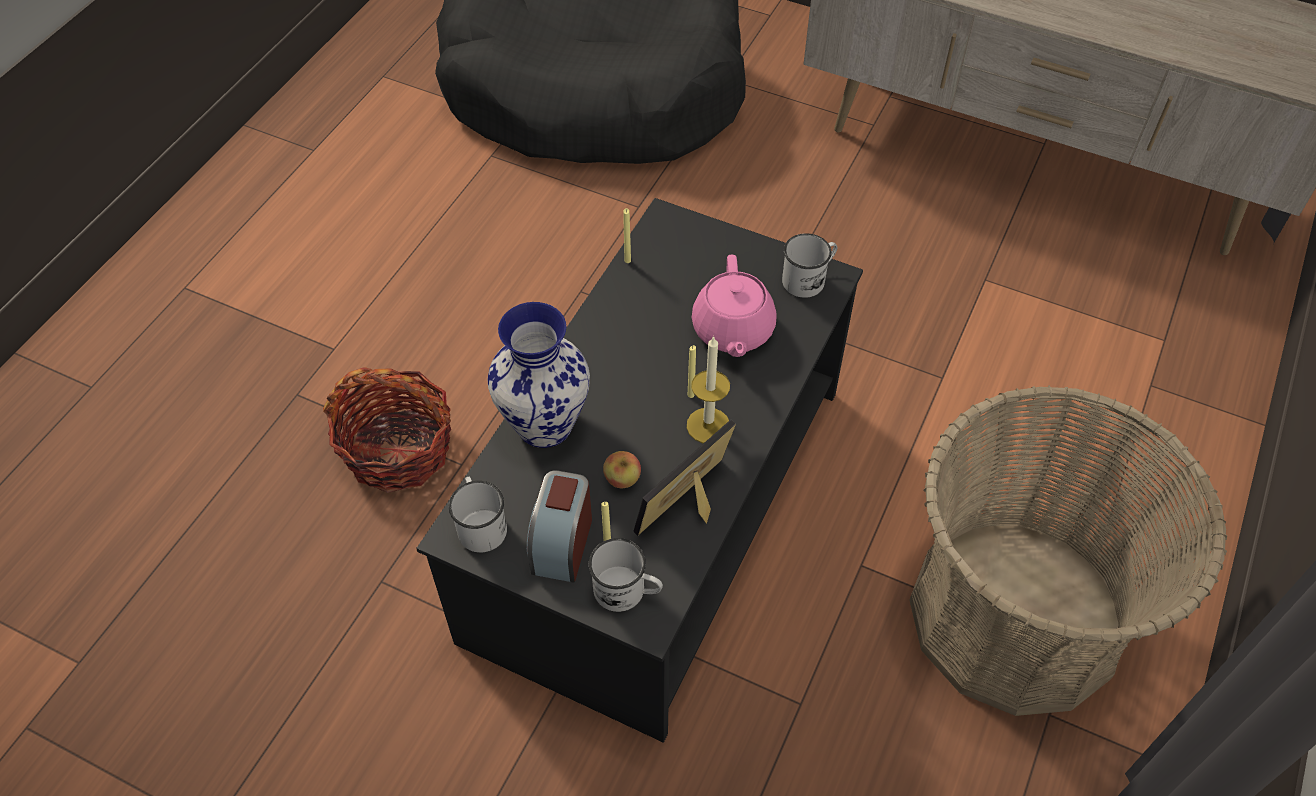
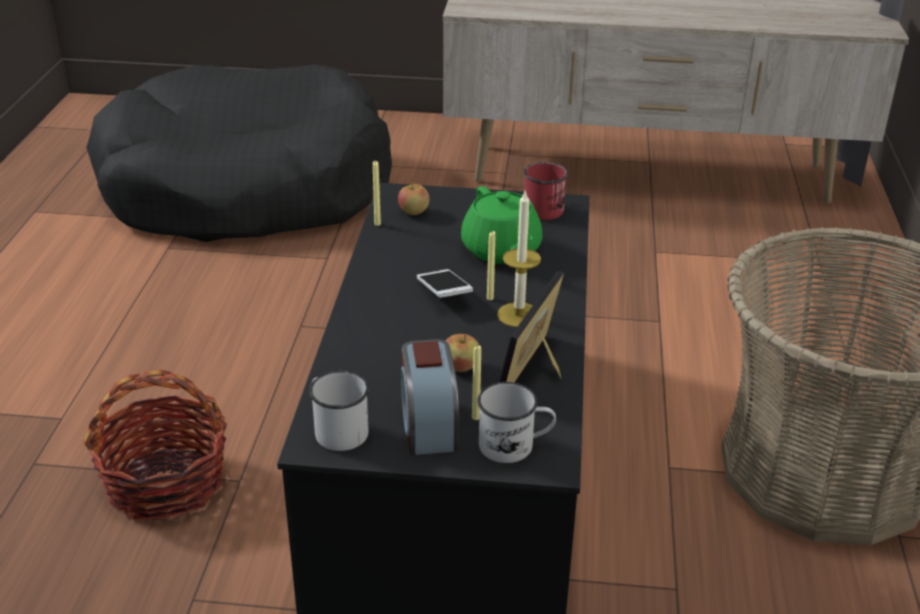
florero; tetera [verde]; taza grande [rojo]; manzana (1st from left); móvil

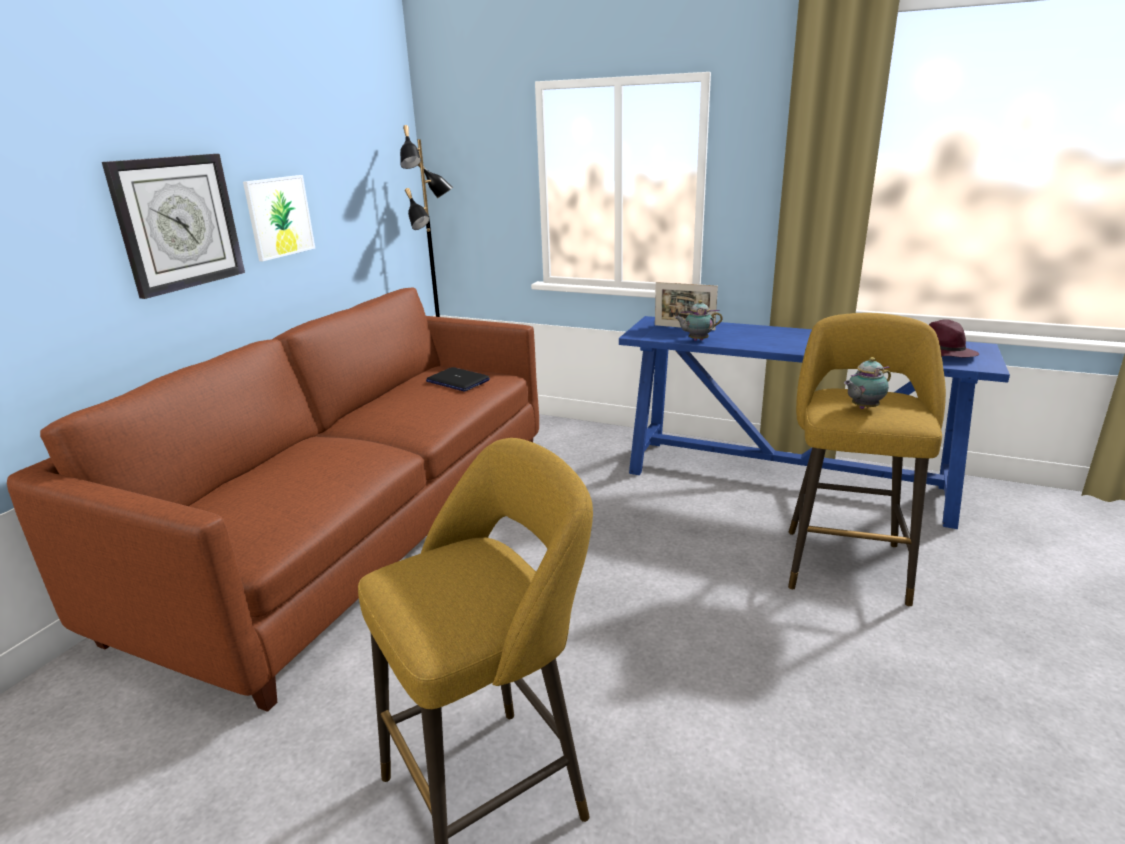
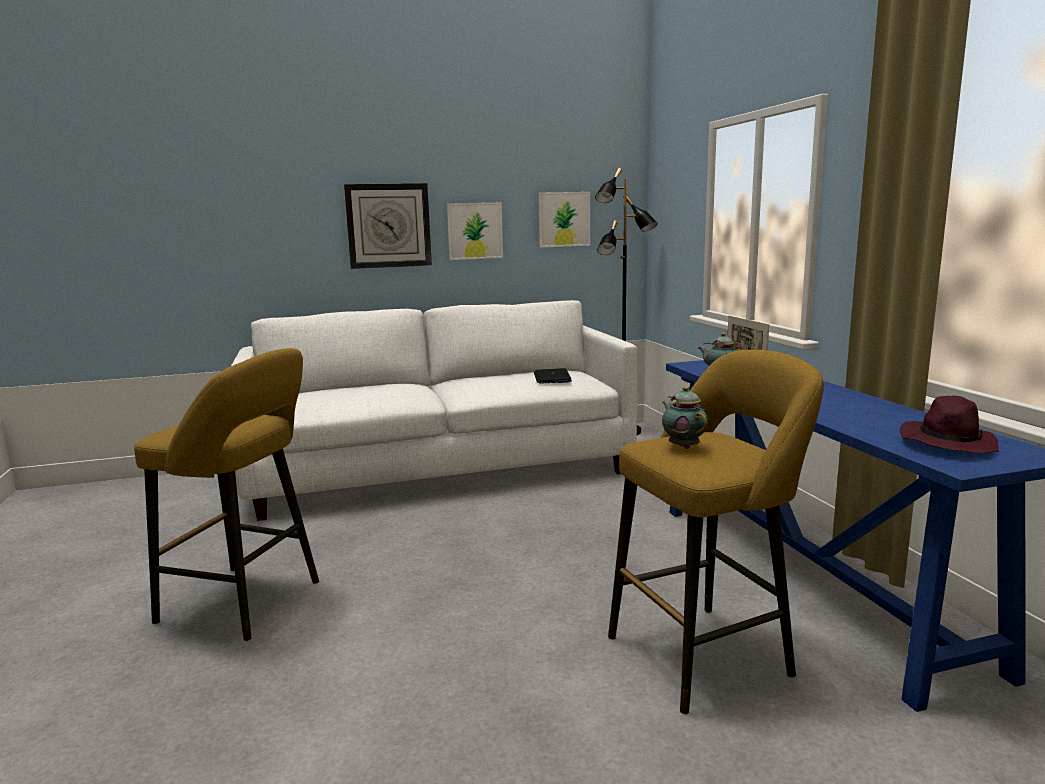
sofá [blanco]; tetera (1st from left); cuadro (2nd from left)

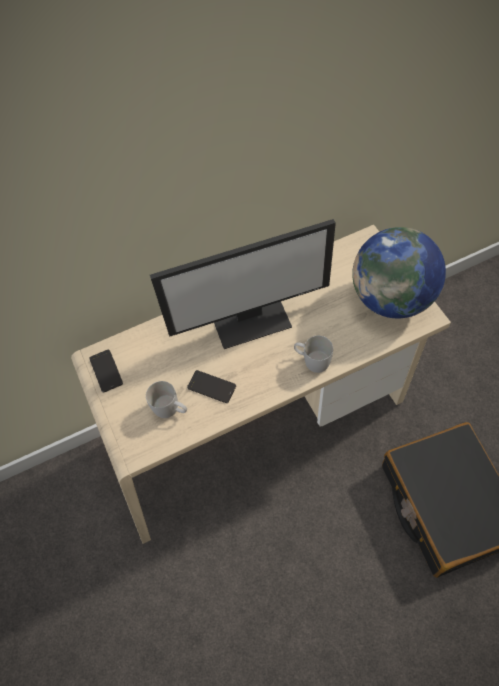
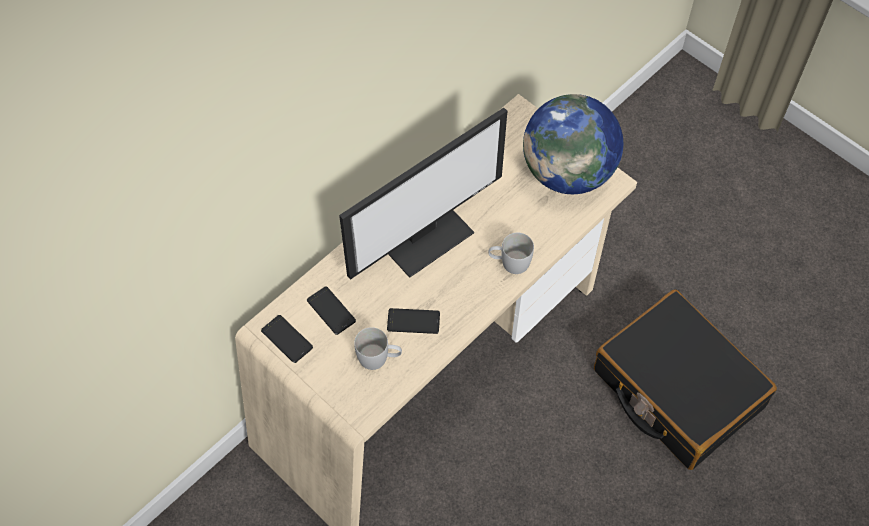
móvil (2nd from left)

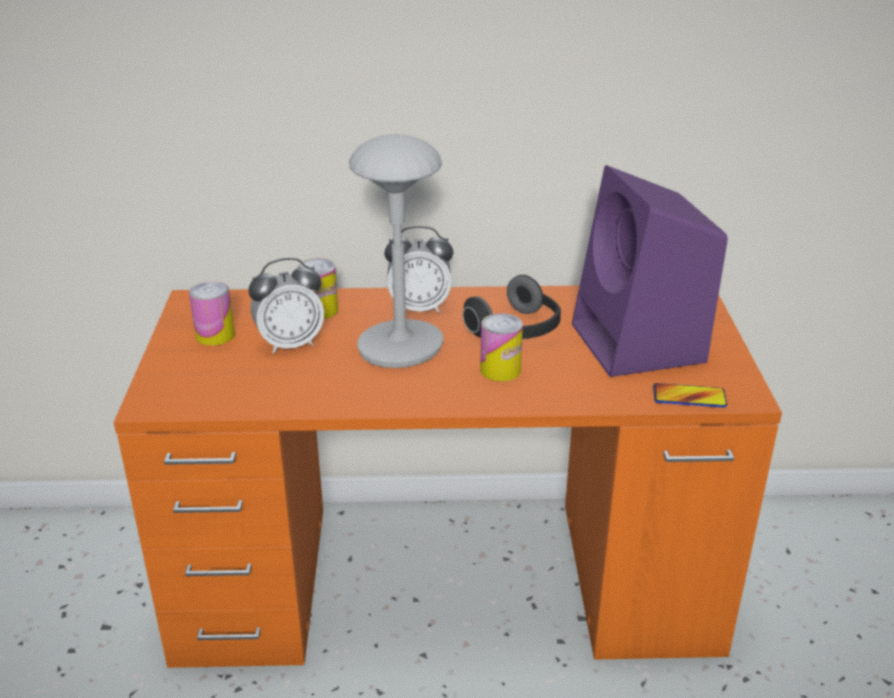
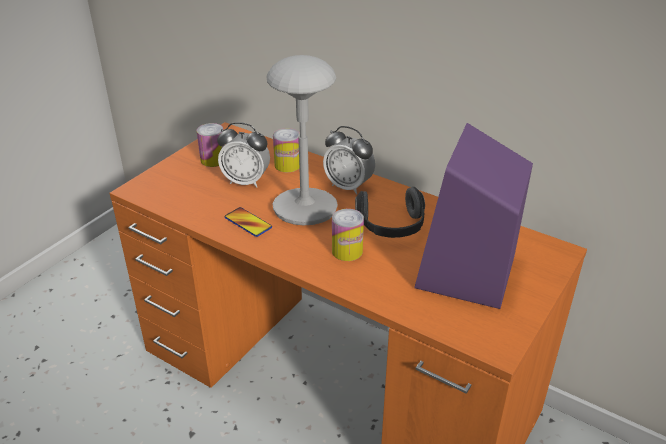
móvil

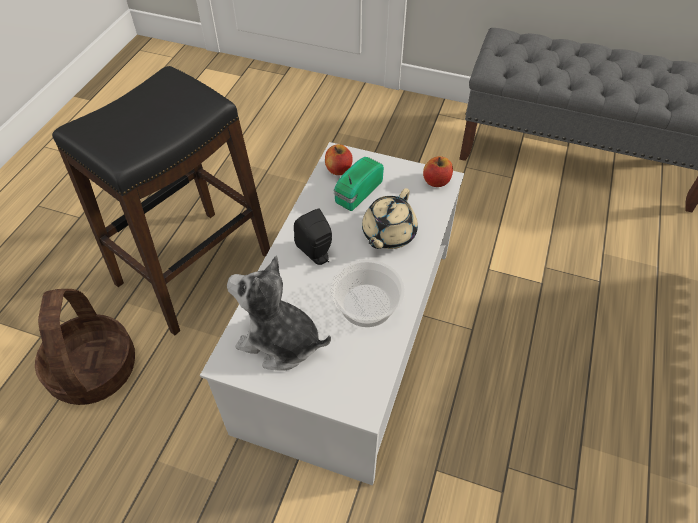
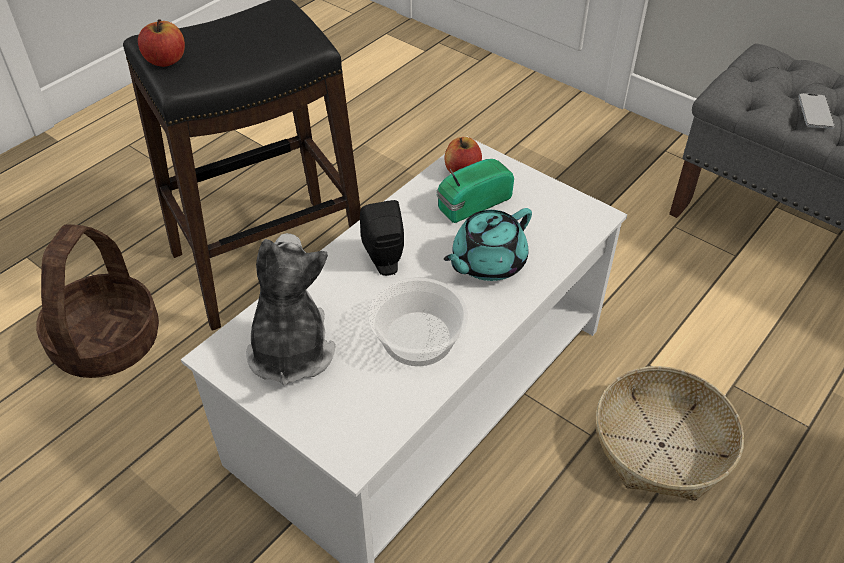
peluche; tetera [turquesa]; manzana (1st from left); cesta (2nd from left); móvil

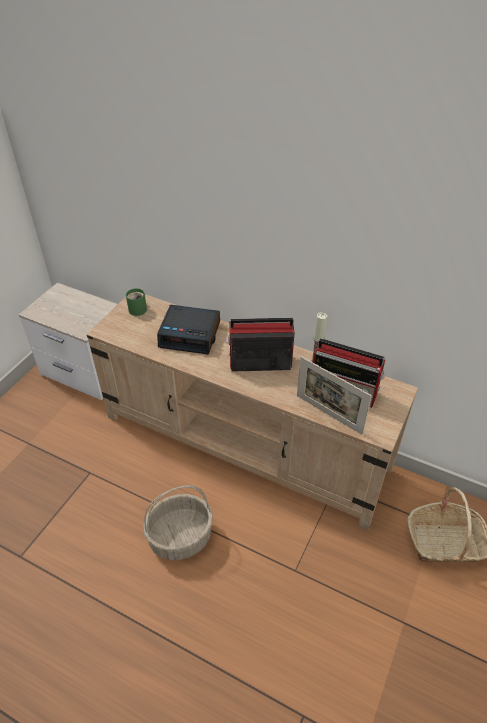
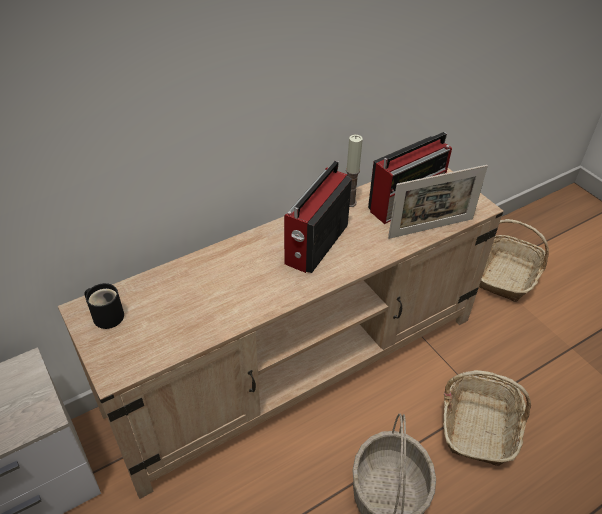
taza grande [negro]; despertador; cesta (2nd from left)

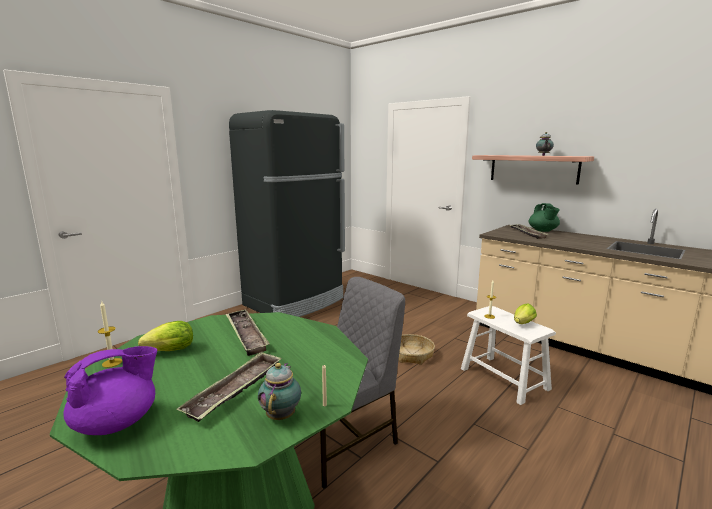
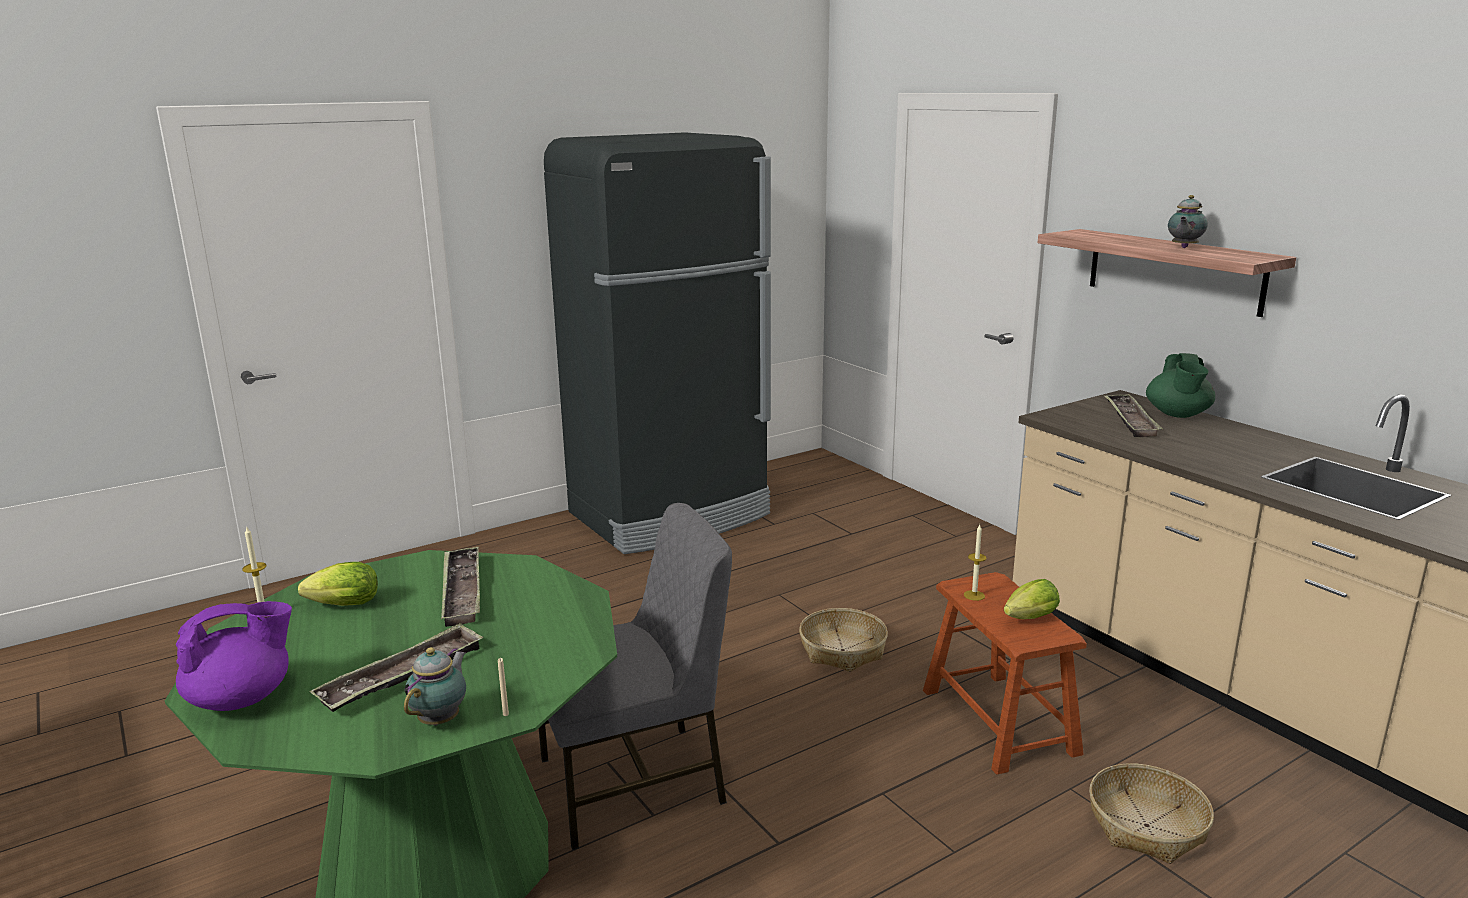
taburete [marrón]; cesta (2nd from left)

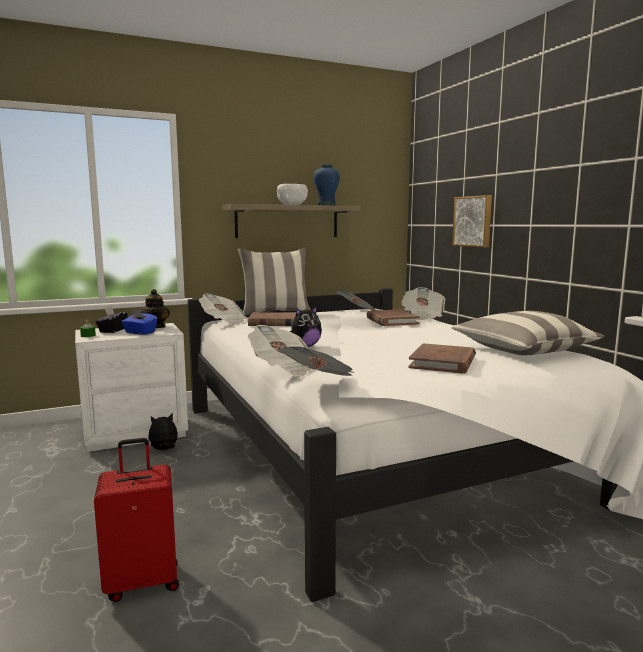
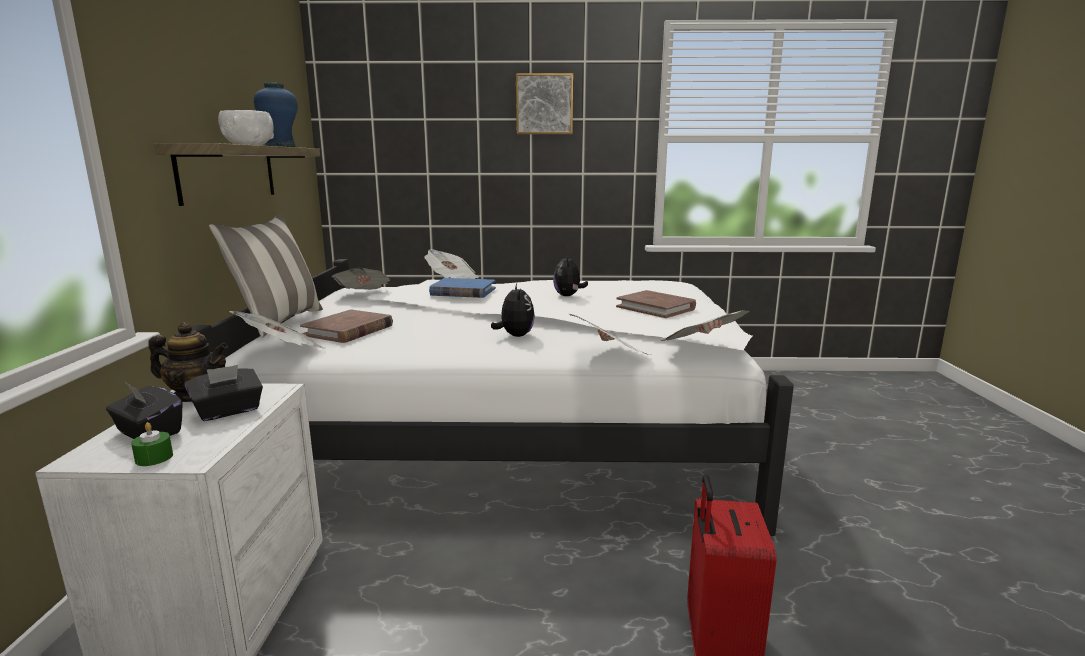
caja de pañuelos [negro] (2nd from left); peluche (2nd from left); libro [azul]; cojín (2nd from left in the first image); cuadro

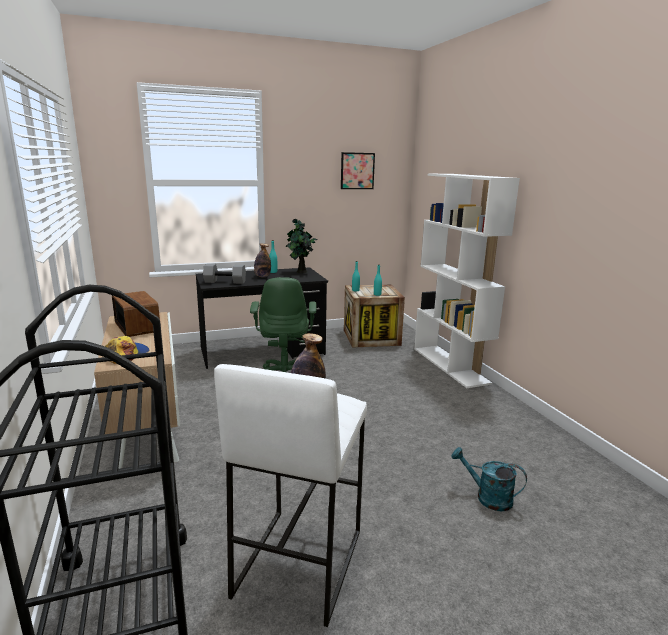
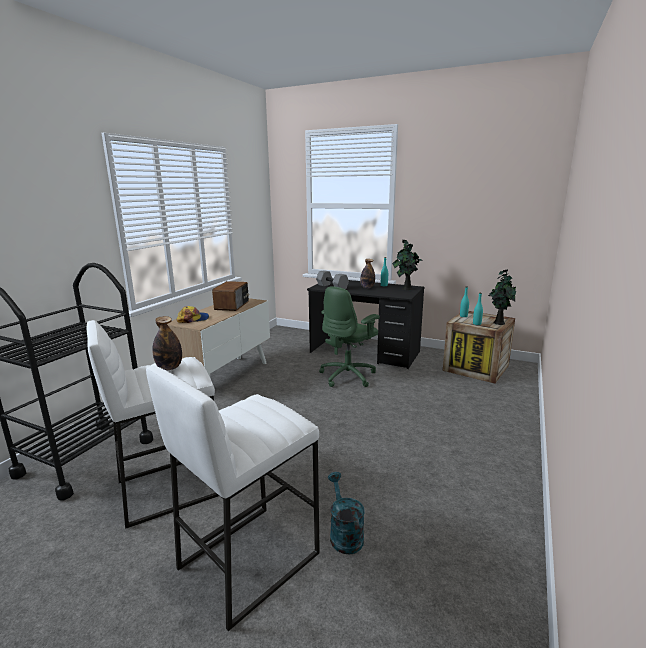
cuadro; estantería [blanco]; taburete [blanco] (2nd from left); planta en maceta (2nd from left)

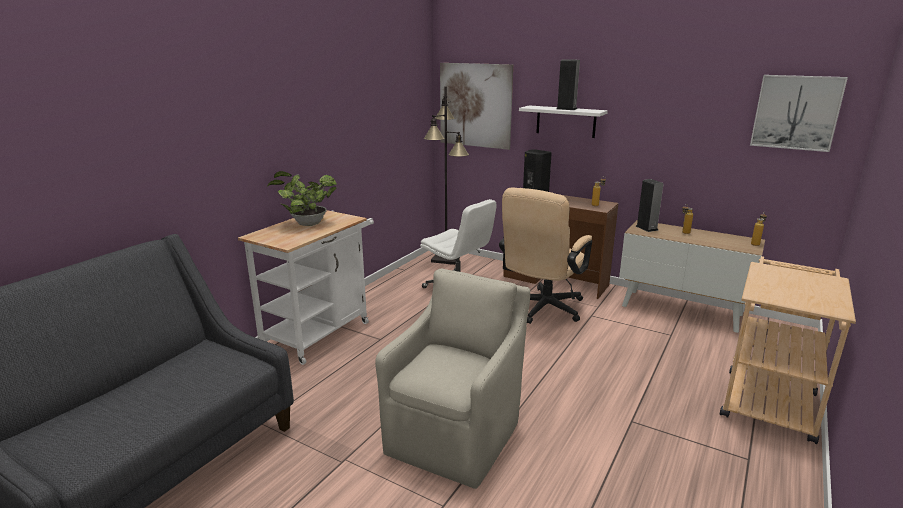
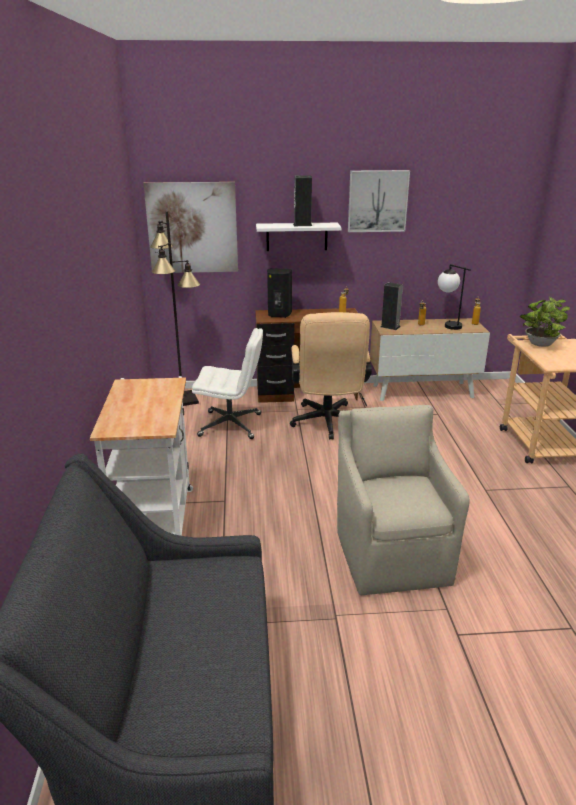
planta en maceta; cuadro (2nd from left); lámpara de mesa

